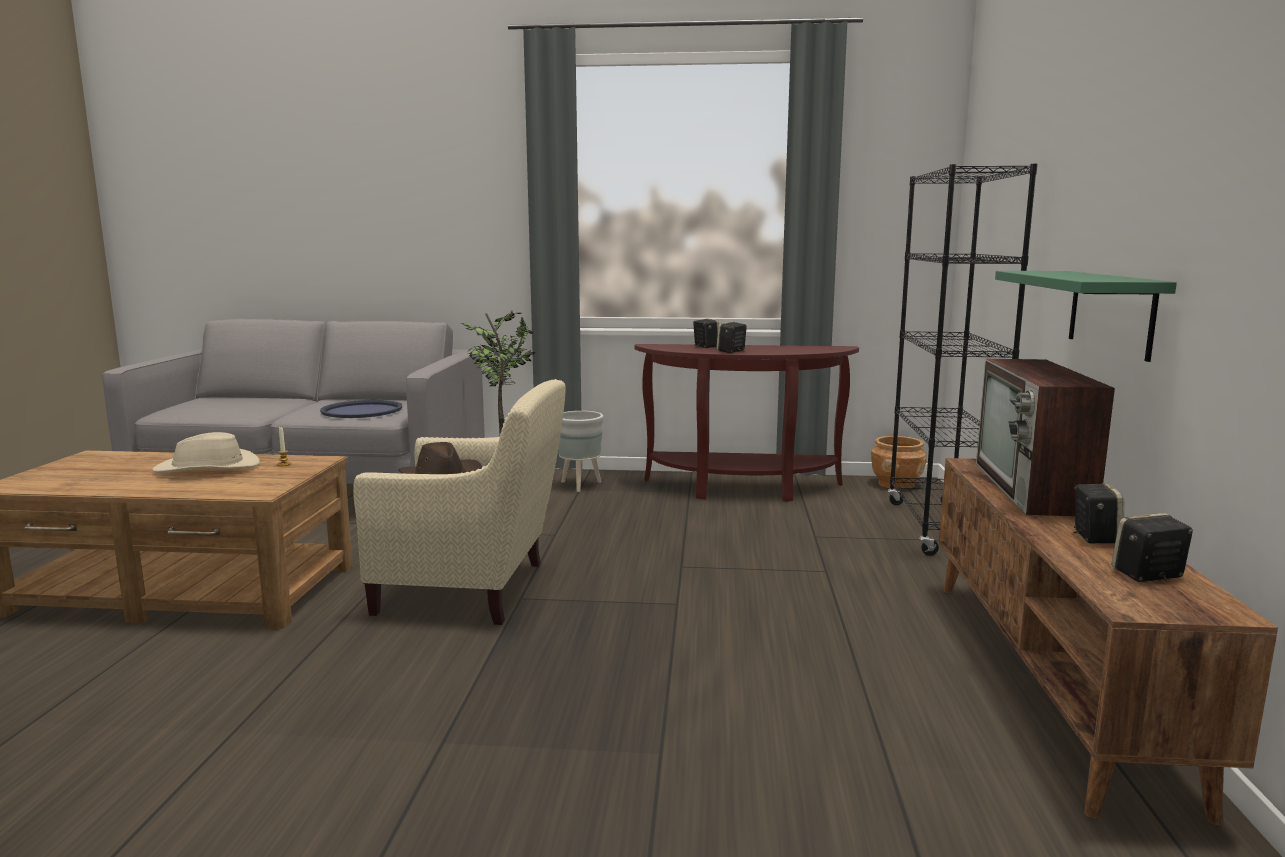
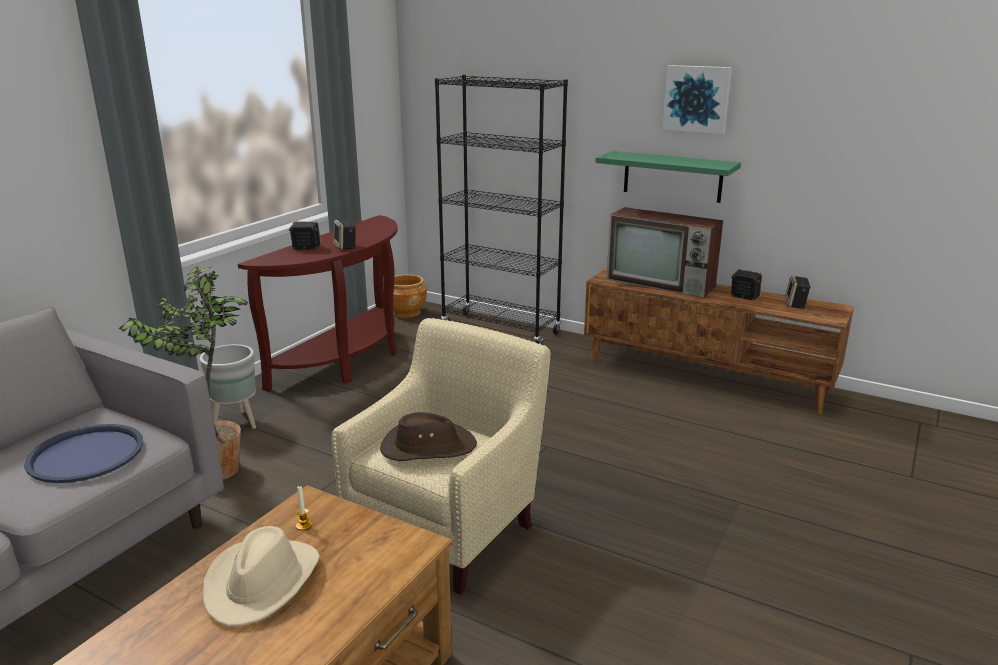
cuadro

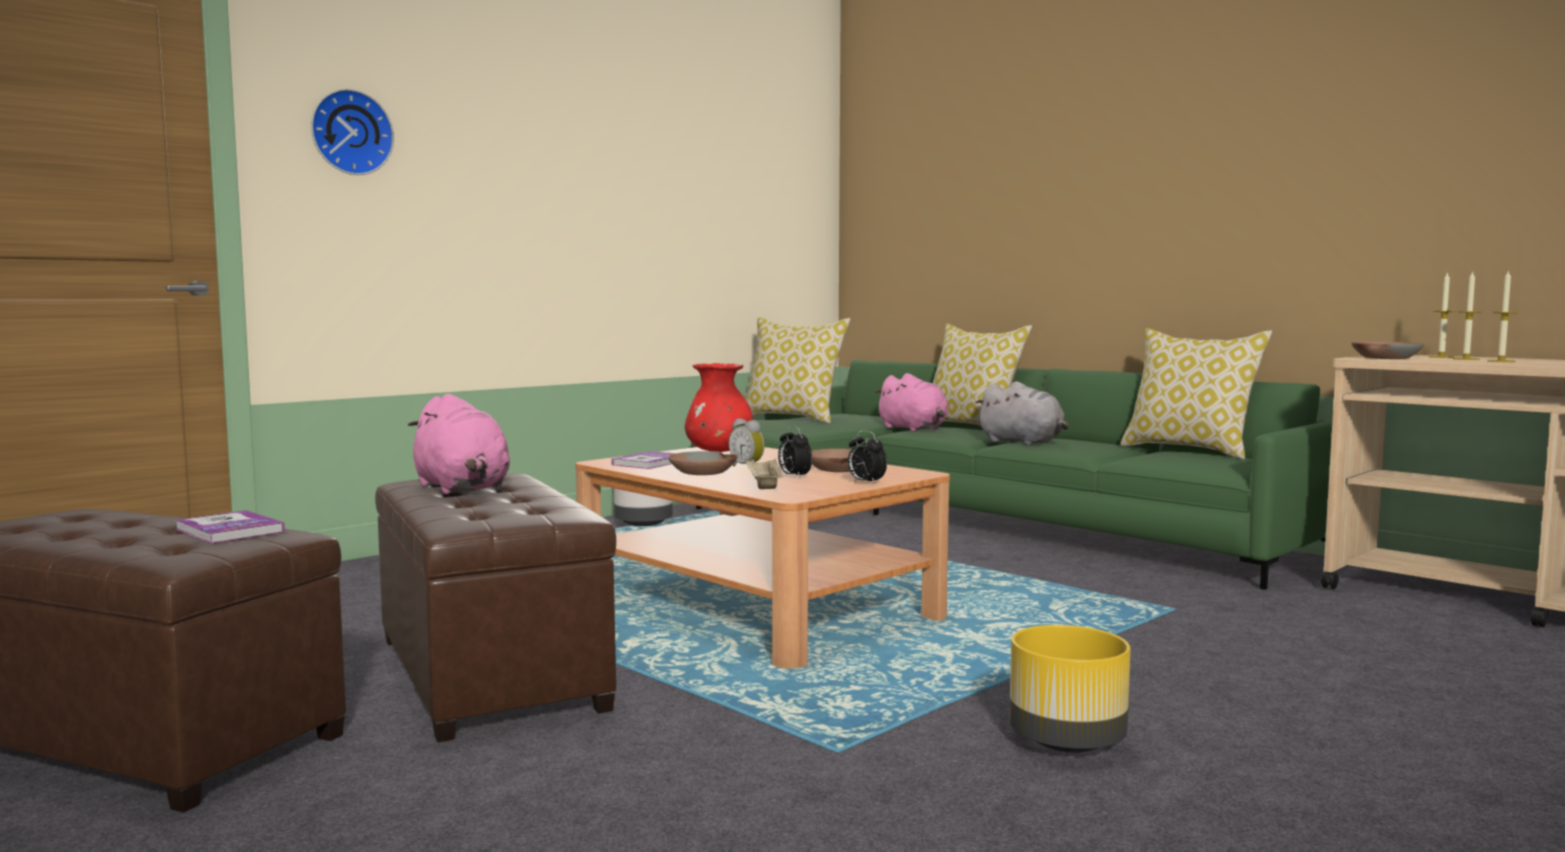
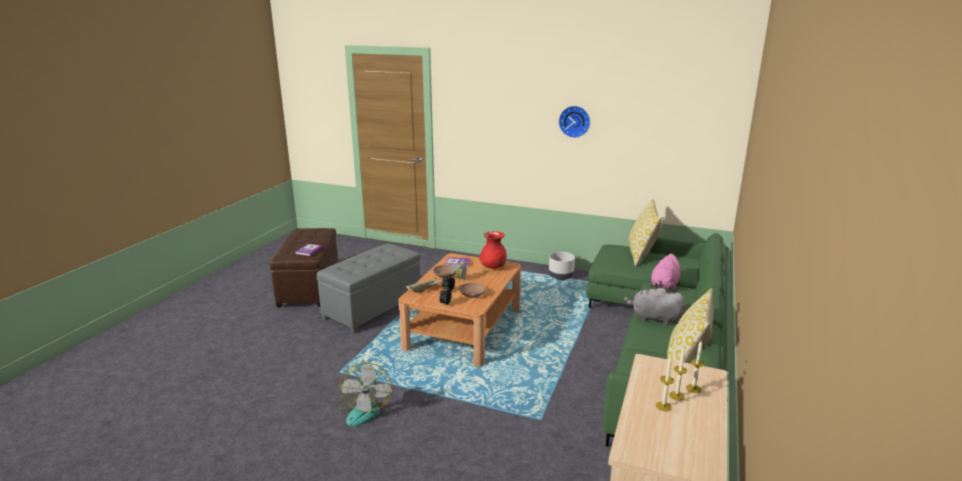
reloj de pared; puf [gris]; peluche [rosa] (1st from left in the first image); cojín (2nd from left in the first image); peluche [gris]; ventilador; cuenco [marrón] (3rd from left in the first image)

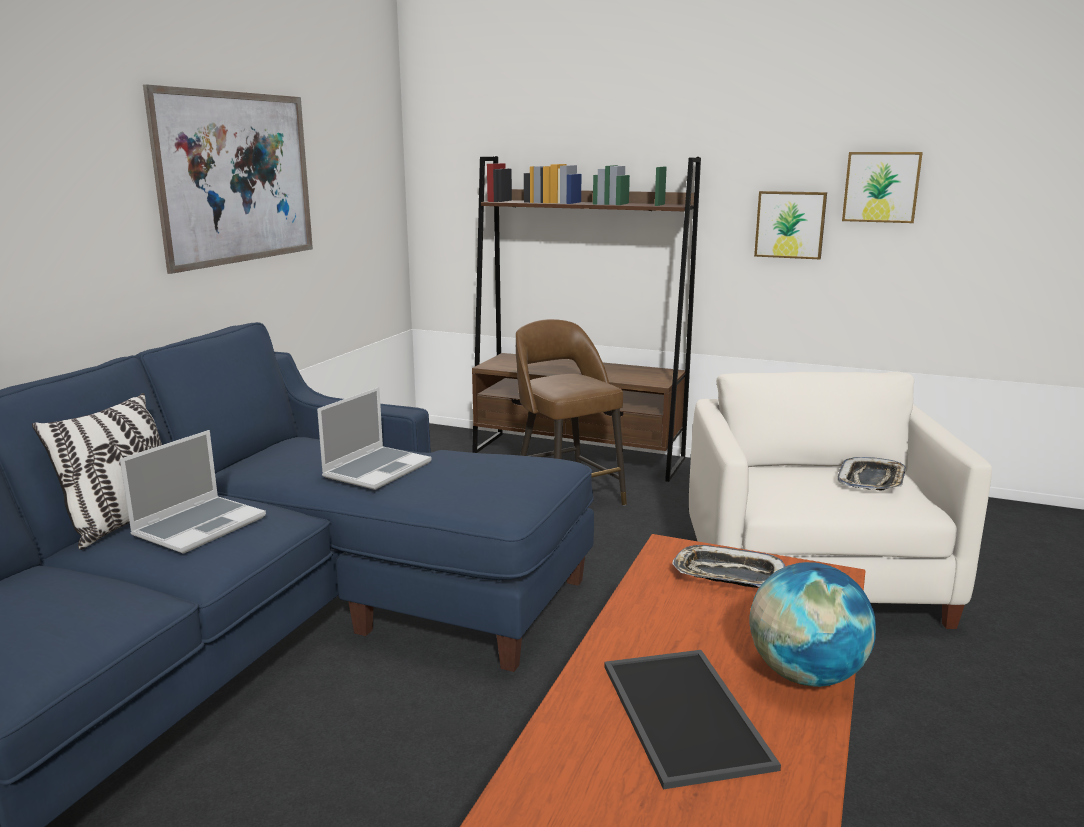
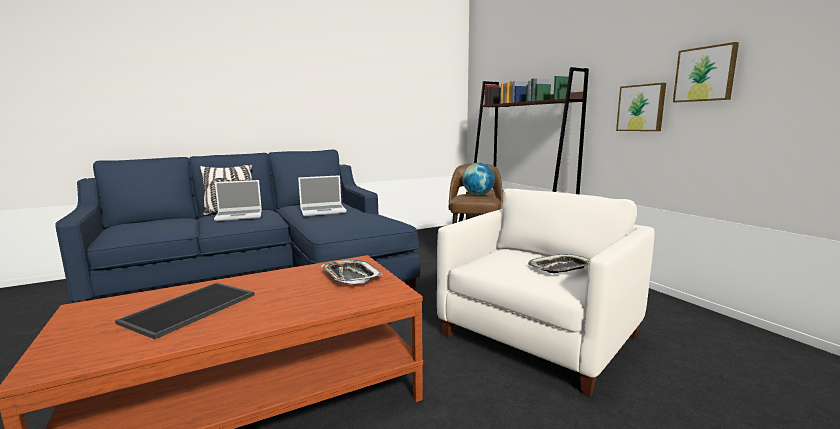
cuadro (1st from left in the first image); globo terráqueo

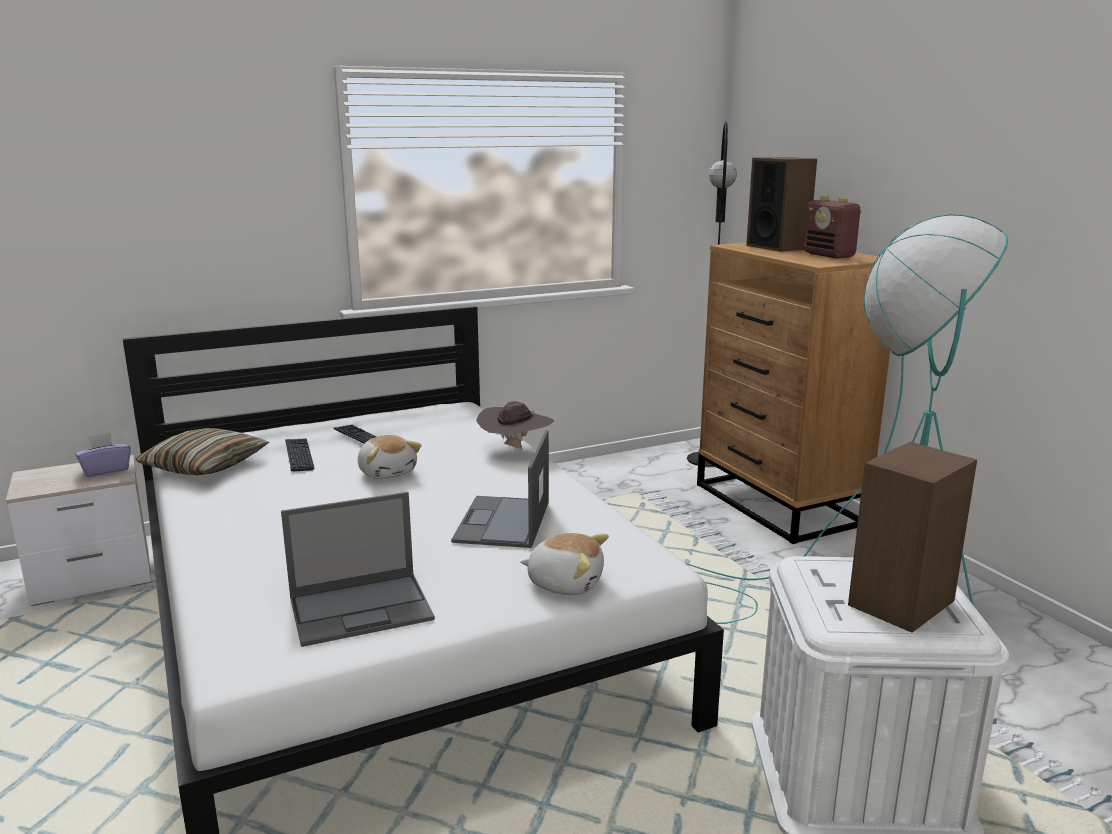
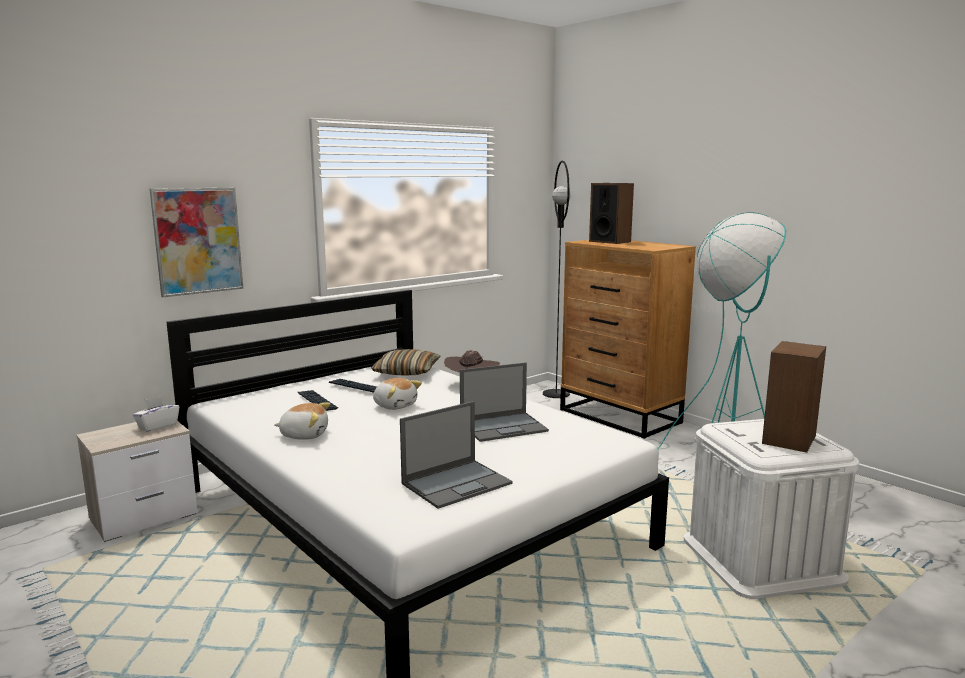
caja de pañuelos [blanco]; cojín; portátil (2nd from left); peluche (1st from left); radio; cuadro

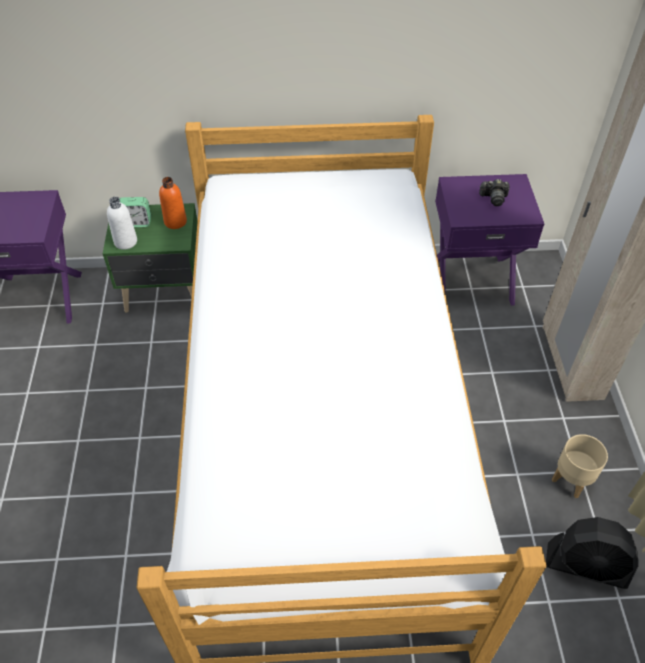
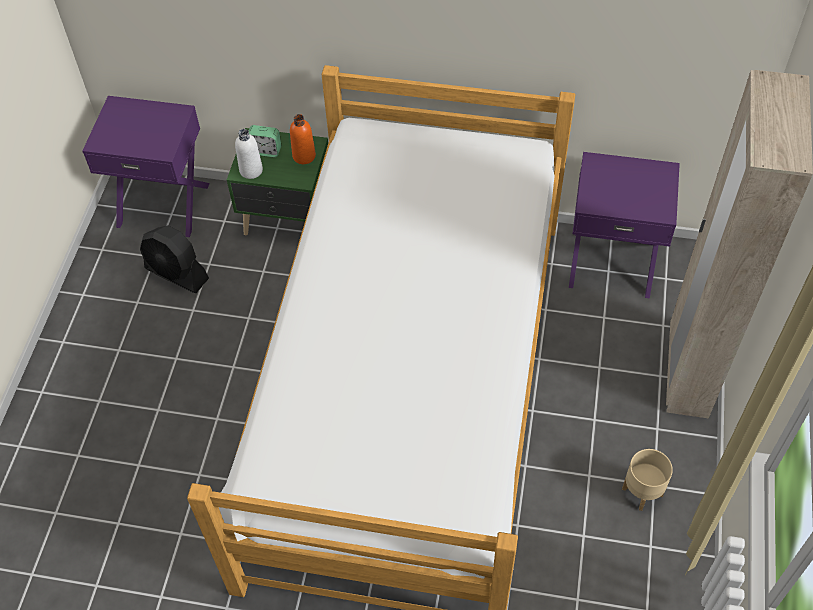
cámara; ventilador [negro]

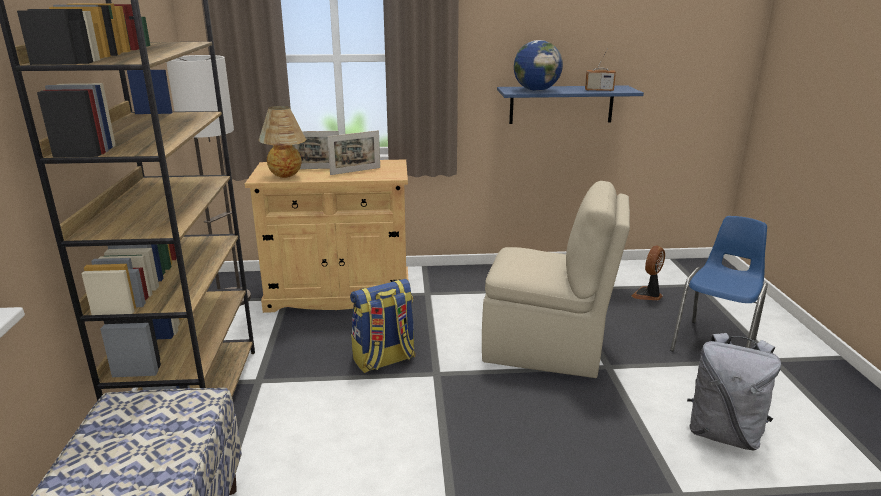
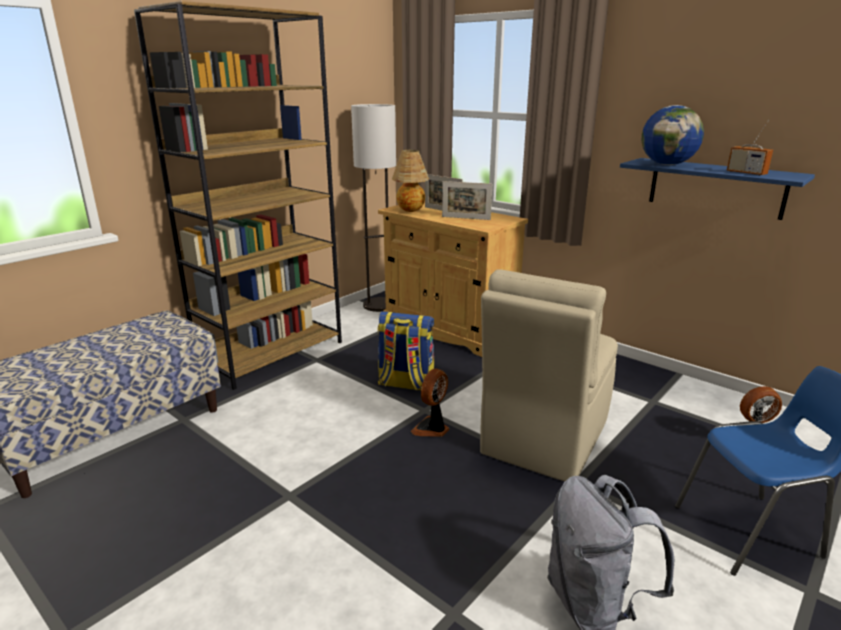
silla [beis]; ventilador (1st from left)

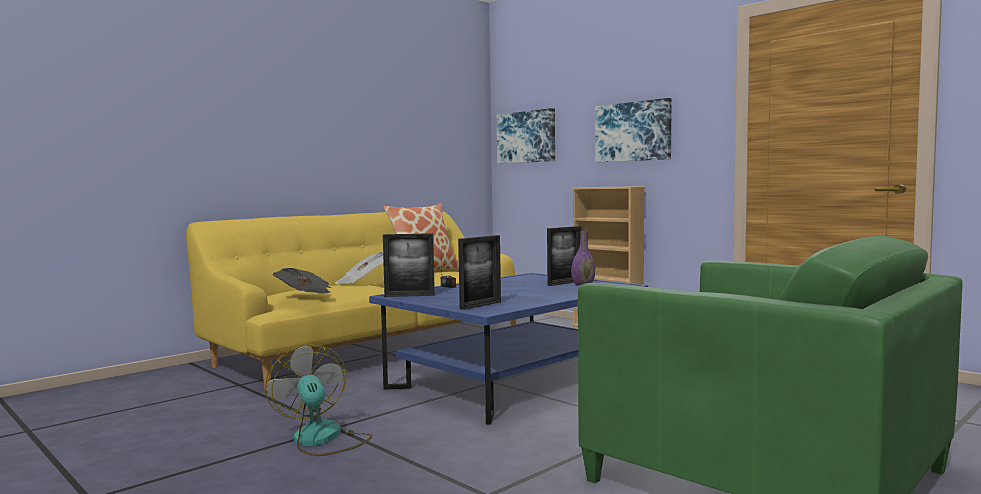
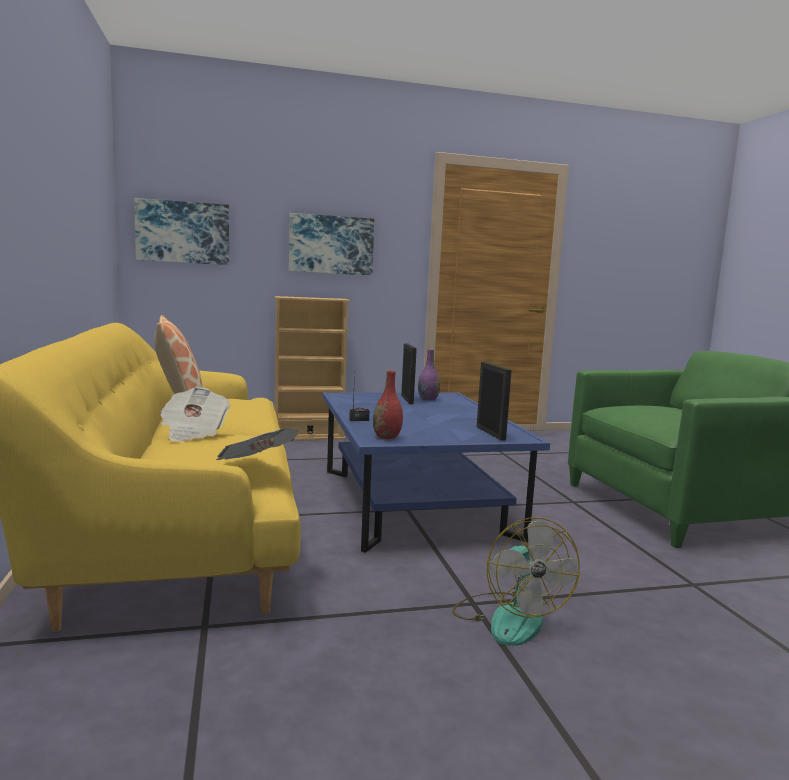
ventilador; florero [rojo]

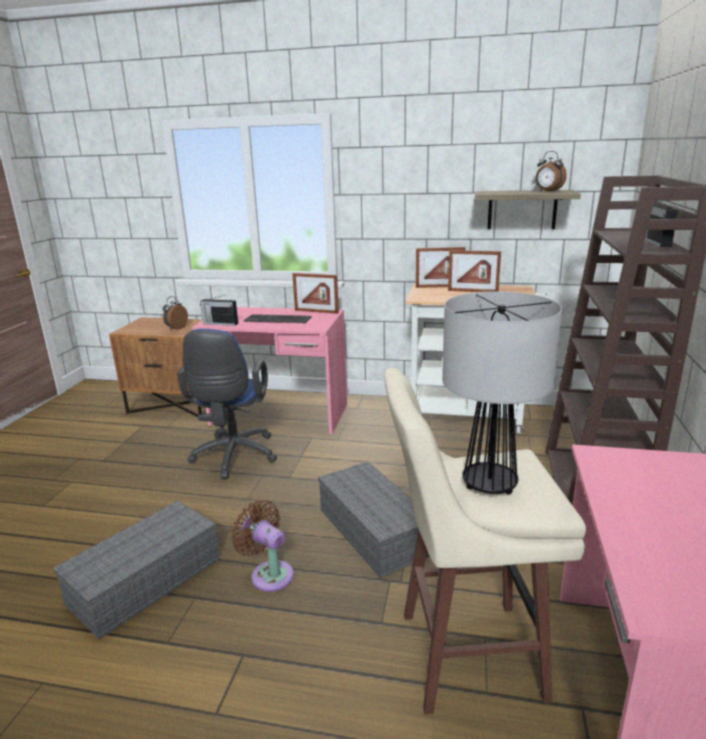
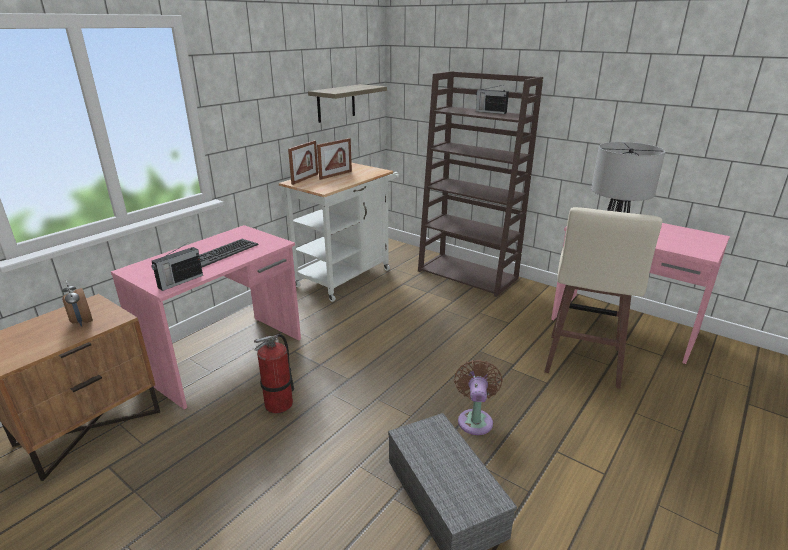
extintor; ventilador [marrón]; portarretratos (1st from left in the first image); caja de almacenaje [gris] (2nd from left in the first image); despertador (2nd from left in the first image)

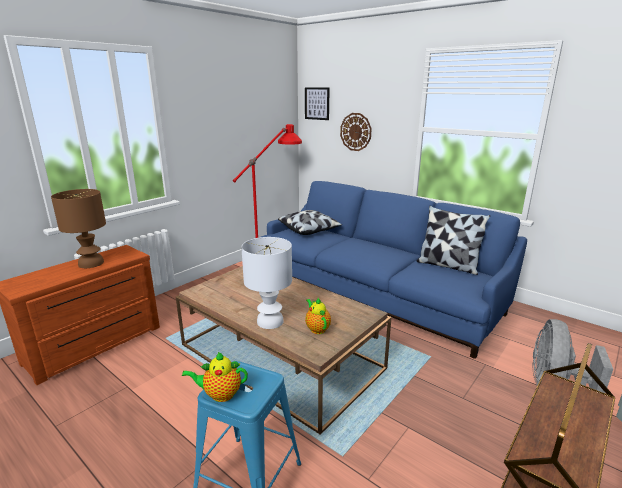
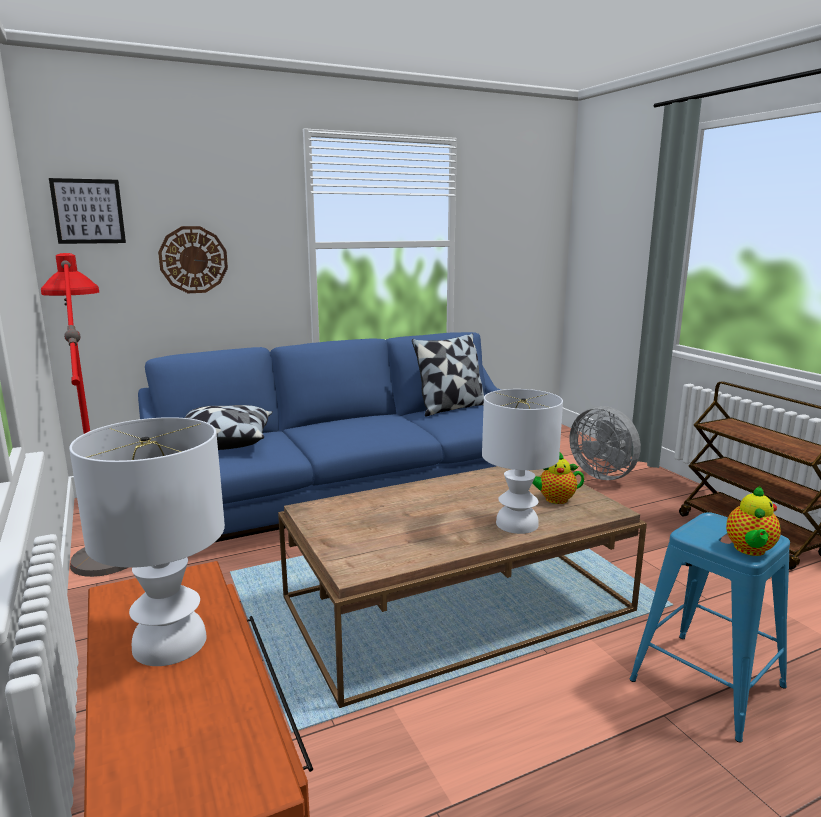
lámpara de mesa [blanco] (1st from left)

